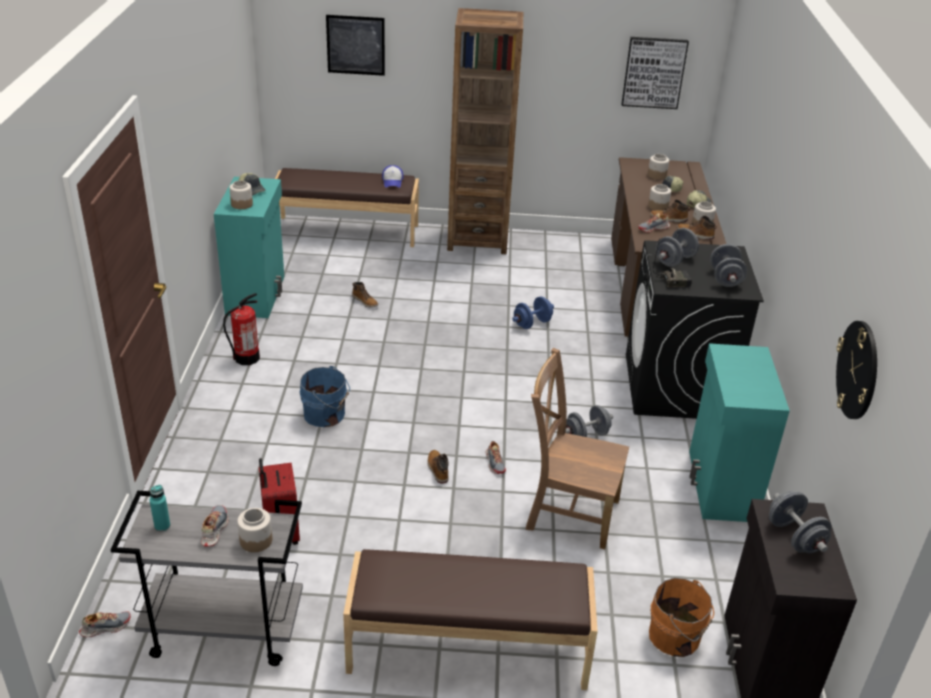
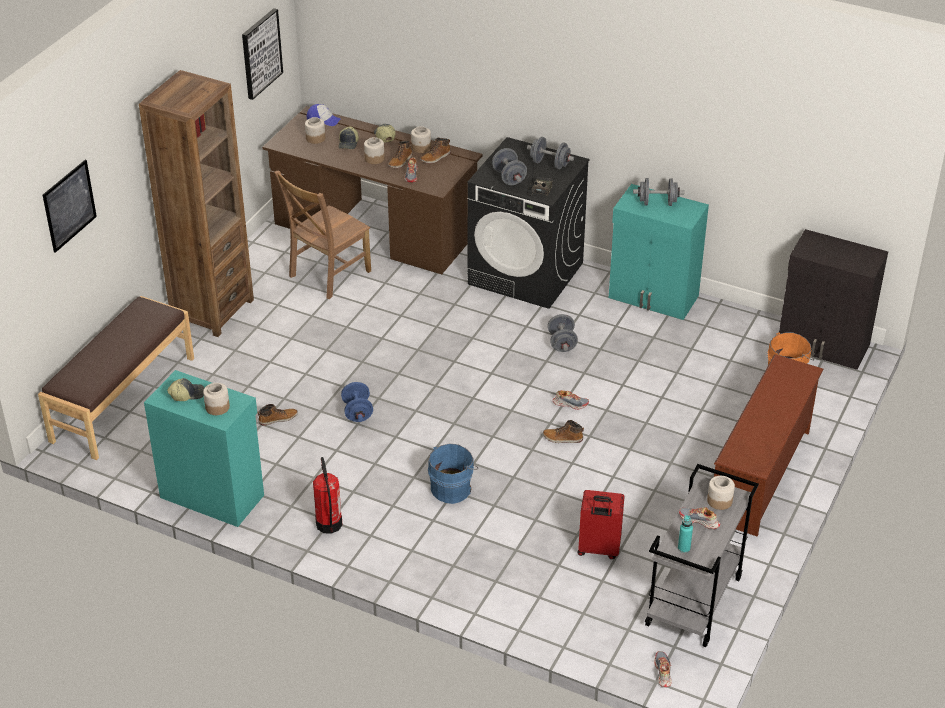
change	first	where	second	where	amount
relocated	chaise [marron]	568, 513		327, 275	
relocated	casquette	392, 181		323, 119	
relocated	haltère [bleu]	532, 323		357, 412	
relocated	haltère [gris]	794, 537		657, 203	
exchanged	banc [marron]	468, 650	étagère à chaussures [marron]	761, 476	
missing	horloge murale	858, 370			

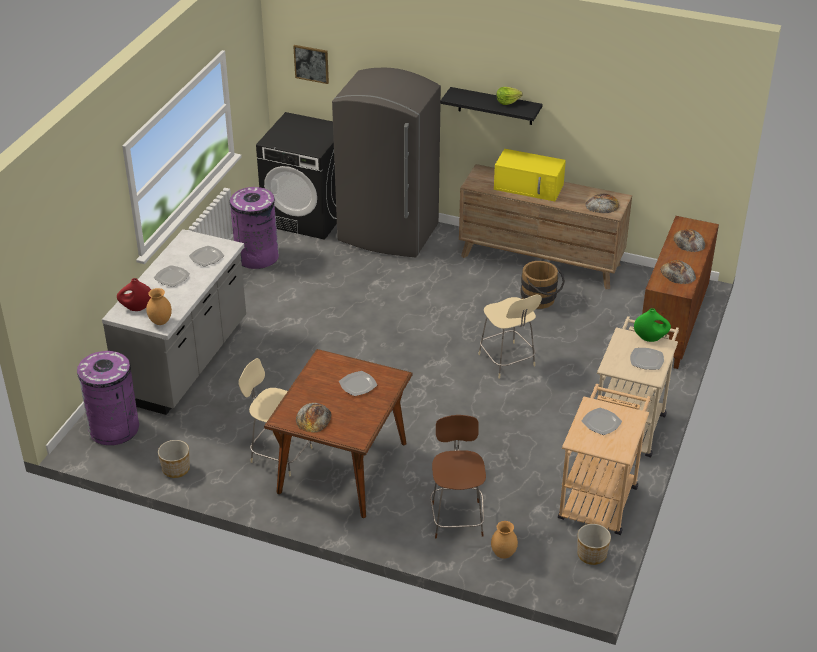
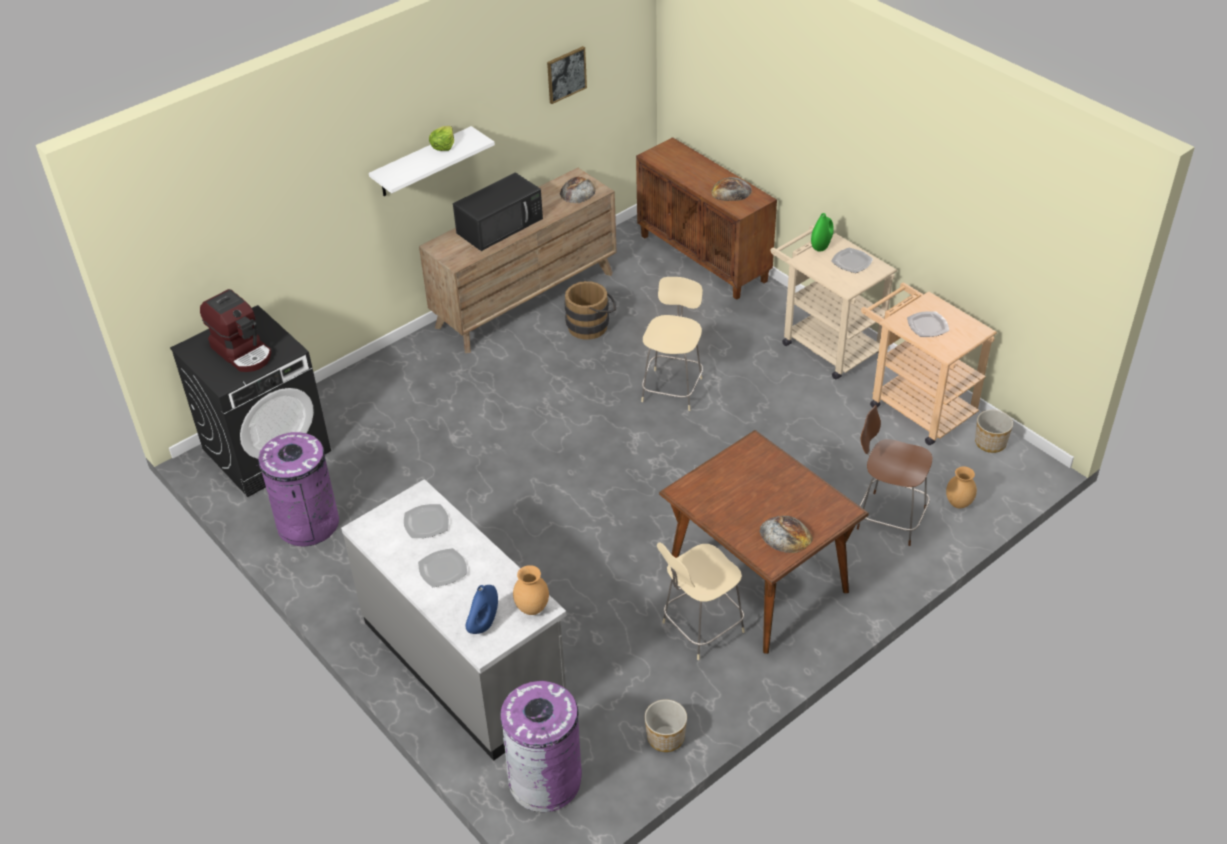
change	first	where	second	where	amount
appeared			machine à café	243, 351	
colour	étagère [noir]	495, 106	étagère [blanc]	422, 162	
colour	micro-ondes [jaune]	529, 187	micro-ondes [noir]	500, 225	
colour	vase [rouge]	136, 308	vase [bleu]	483, 624	
relocated	tableau	311, 63		566, 74	
spun	chaise [beige]	507, 361		672, 388	75 degrees counterclockwise
missing	réfrigérateur [gris]	388, 234			
missing	assiette	358, 385			
missing	pain	689, 241			

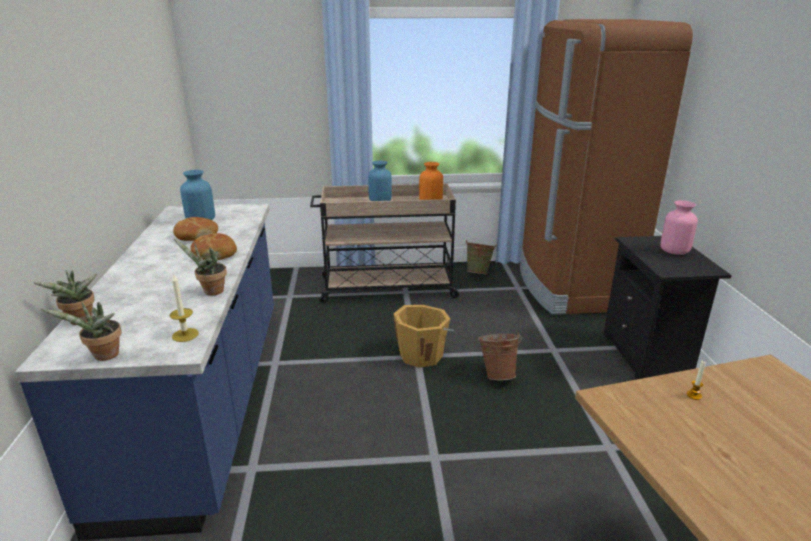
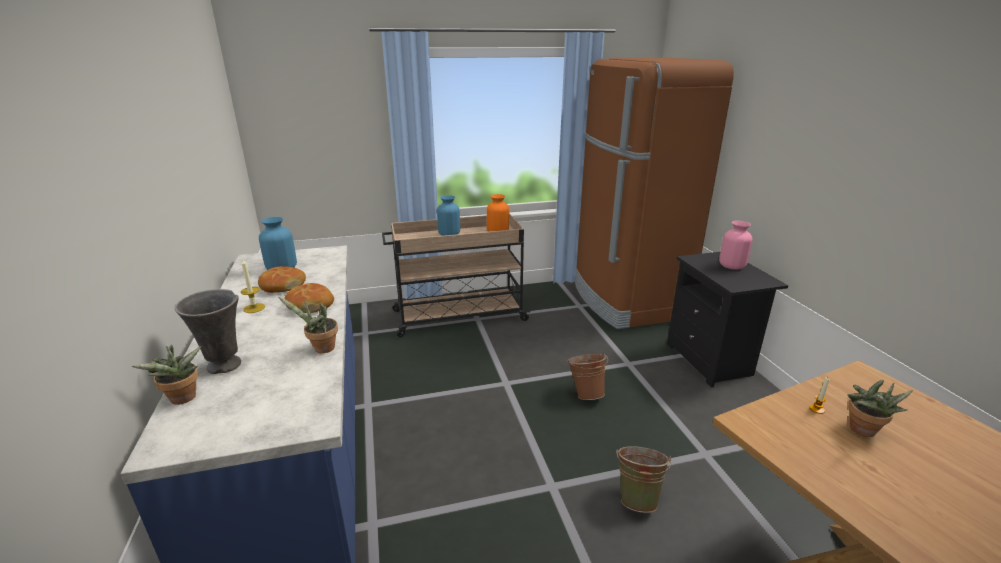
change	first	where	second	where	amount
appeared			vase [gris]	225, 366	
relocated	bougie	185, 335		254, 308	
relocated	seau [vert]	478, 273		638, 497	
relocated	plante en pot	103, 356		863, 432	
missing	seau [orange]	421, 354			

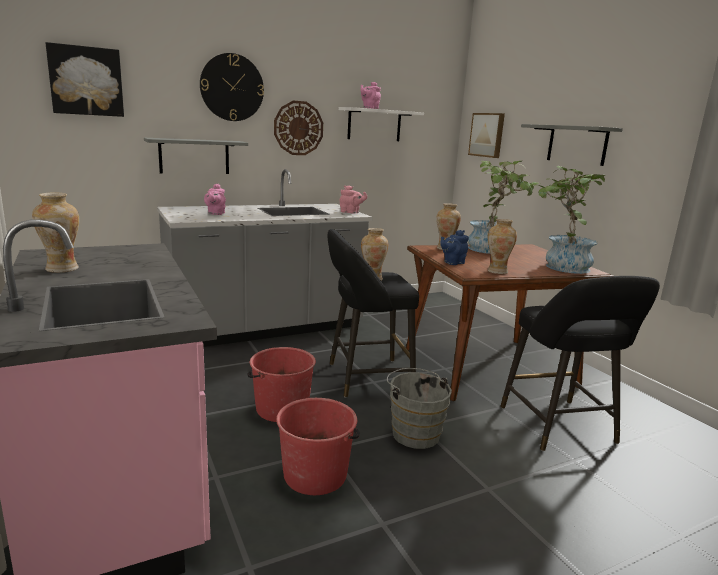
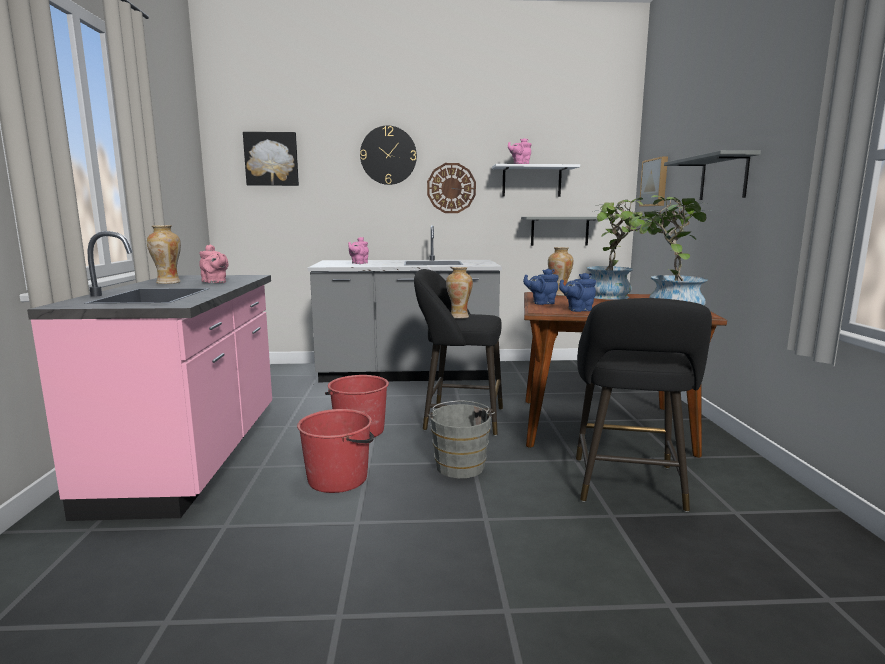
change	first	where	second	where	amount
relocated	théière [rose]	351, 212		215, 282	
relocated	étagère [gris]	194, 156		559, 231	
exchanged	vase	497, 271	théière [bleu]	578, 310	

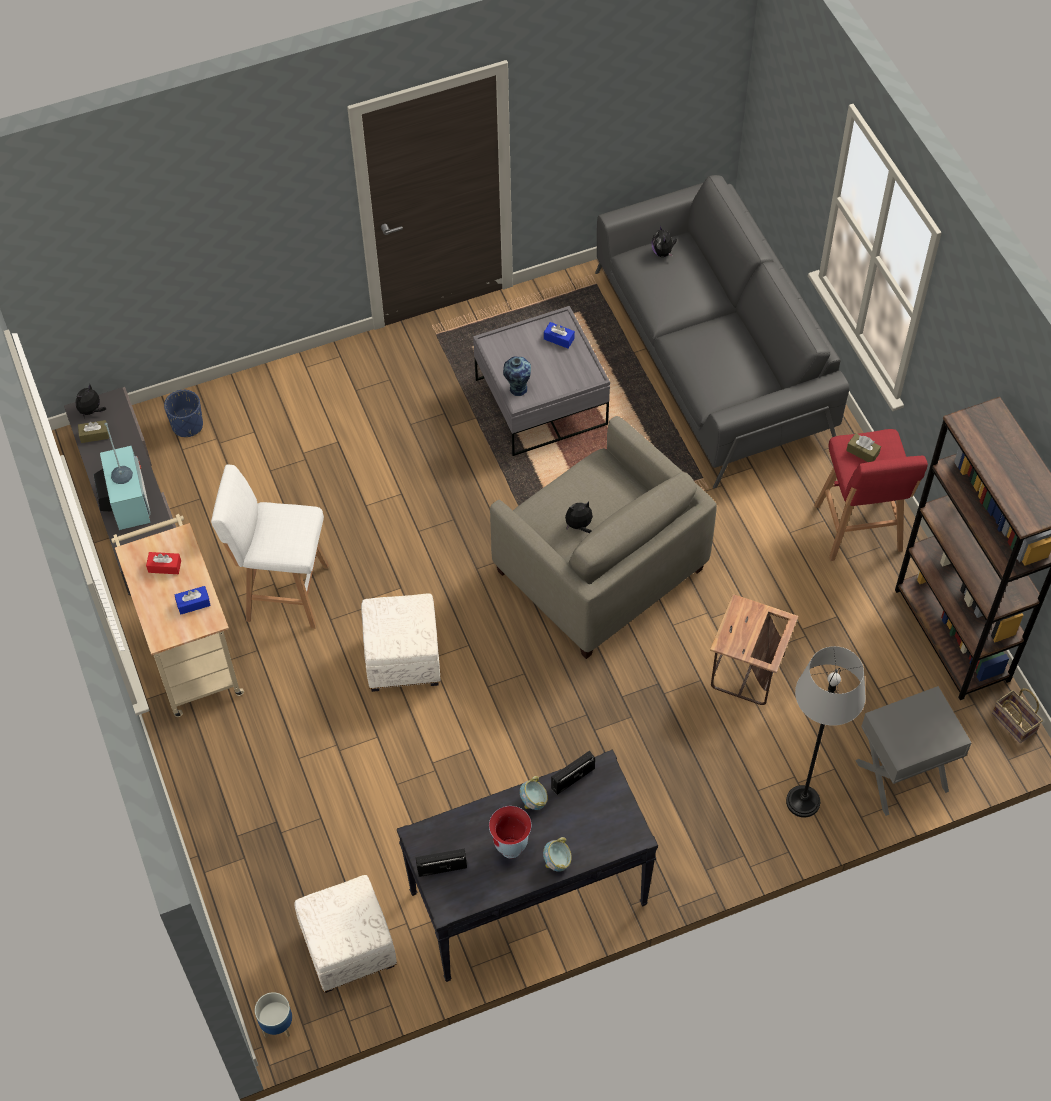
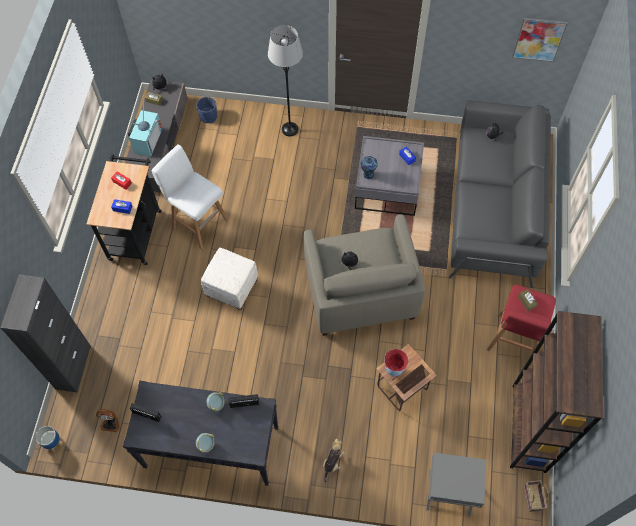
change	first	where	second	where	amount
appeared			meuble de rangement [noir]	73, 367	
colour	chariot [beige]	189, 652	chariot [noir]	136, 231	
exchanged	pouf [blanc]	349, 948	ventilateur	111, 423	
relocated	lampadaire [gris]	803, 802		290, 129	
appeared			peluche	332, 462	
relocated	vase	511, 848		394, 371	
appeared			tableau	539, 39	

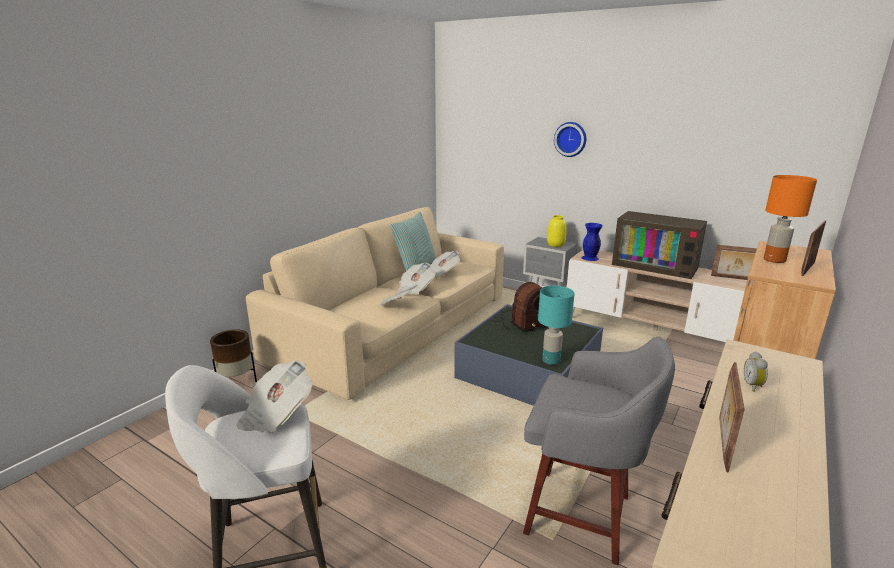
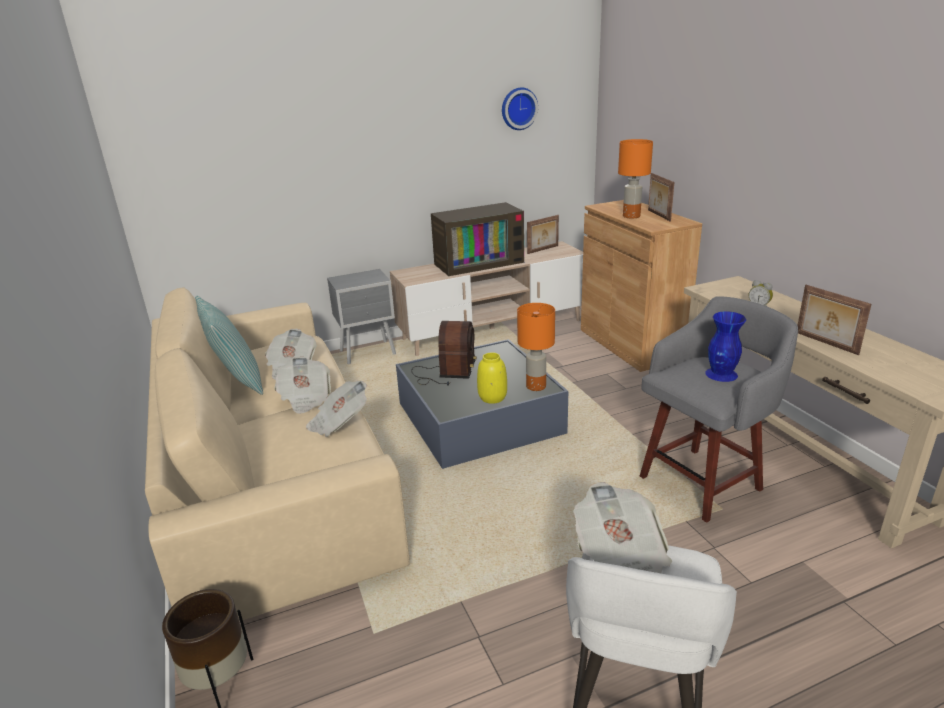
change	first	where	second	where	amount
relocated	vase [jaune]	555, 244		492, 398	
relocated	horloge murale	571, 139		518, 108	
colour	lampe de table [turquoise]	551, 360	lampe de table [orange]	535, 386	
relocated	vase [bleu]	589, 258		721, 374	

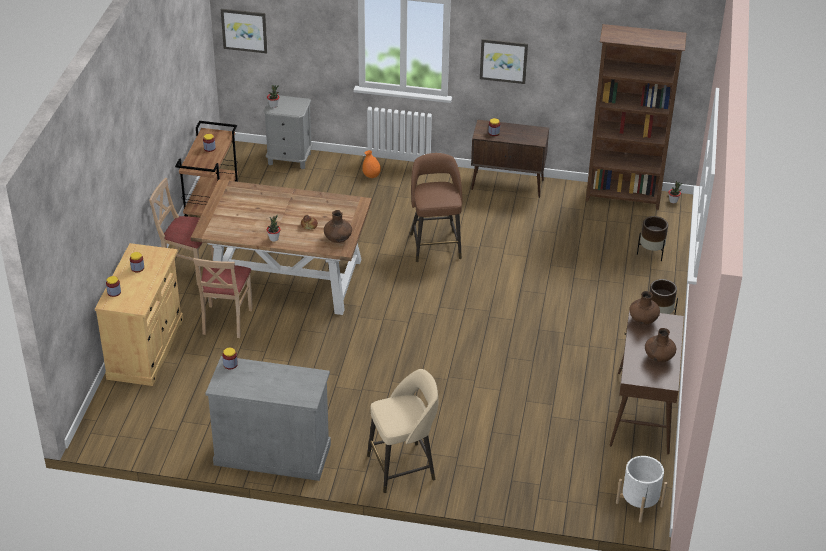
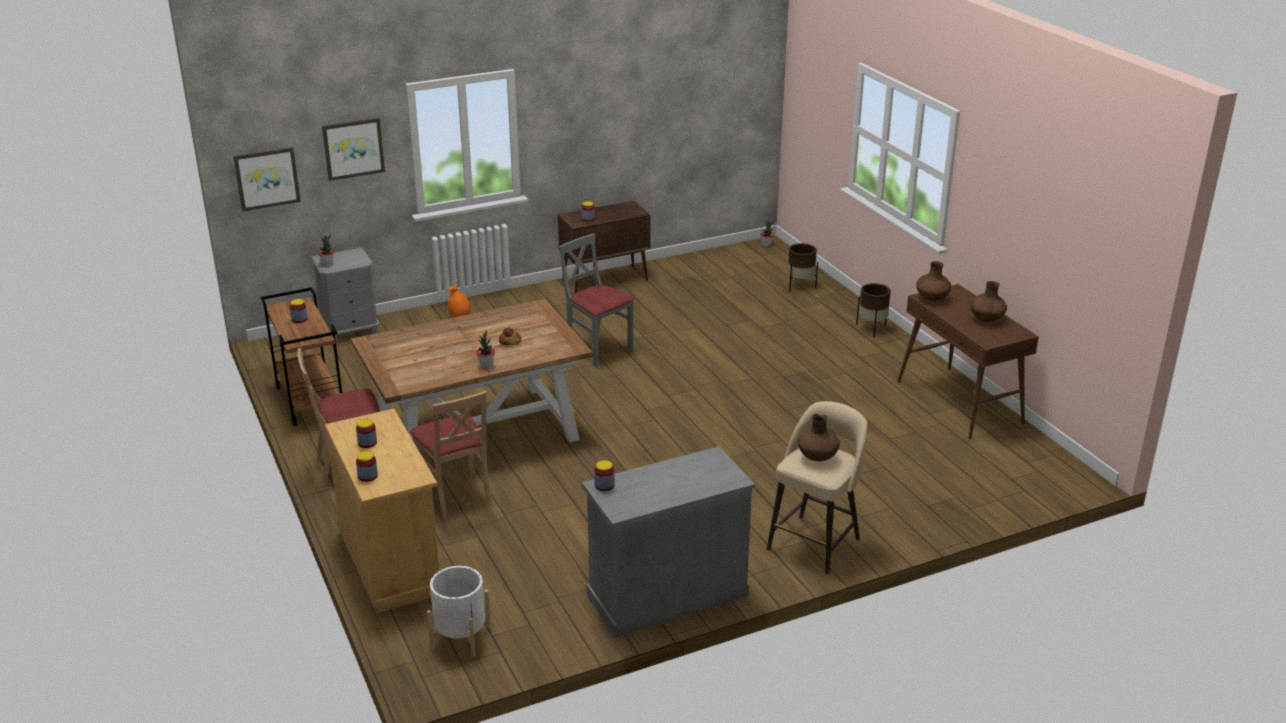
change	first	where	second	where	amount
relocated	tableau	503, 60		353, 148	
relocated	cache-pot [blanc]	639, 504		461, 637	
exchanged	tabouret [marron]	435, 245	chaise [gris]	598, 349	
relocated	vase [marron]	338, 239		817, 457	
missing	bibliothèque [marron]	623, 197			

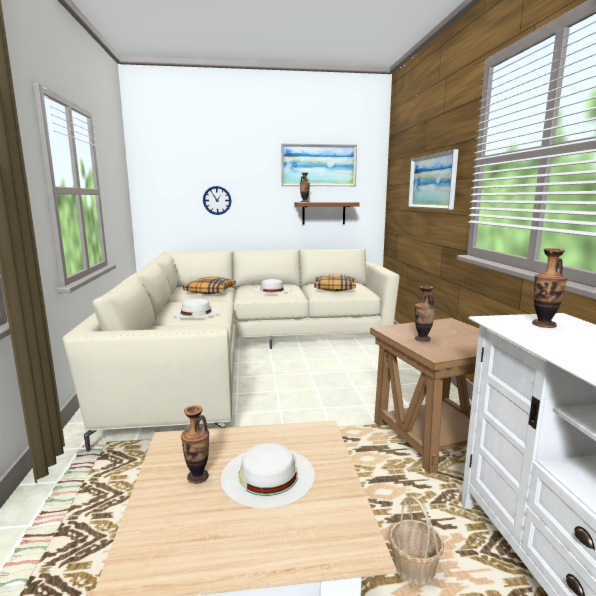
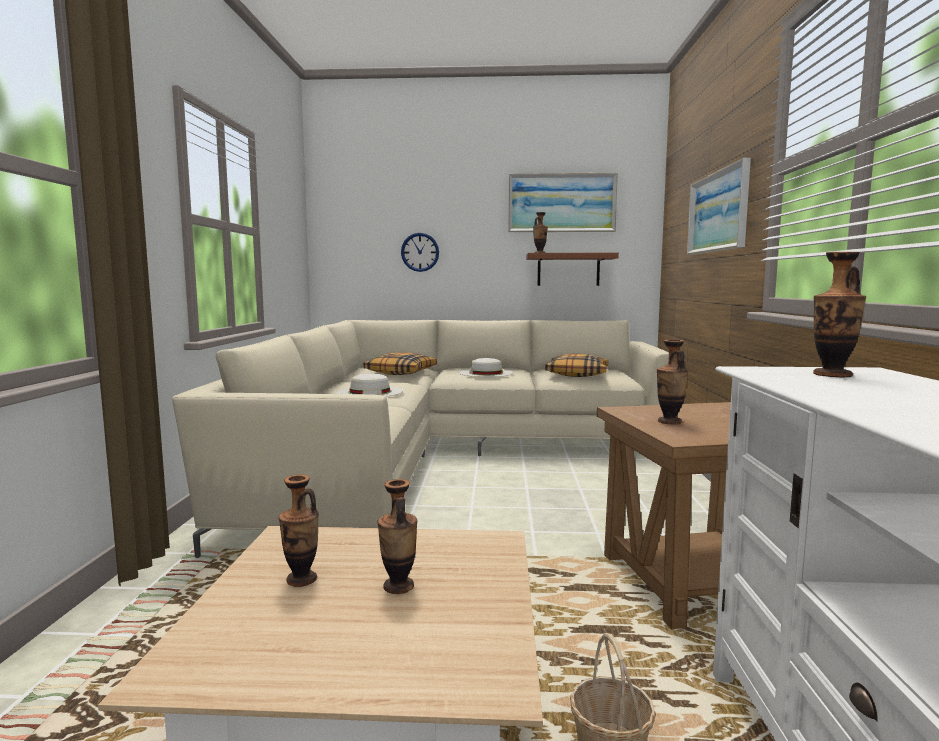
change	first	where	second	where	amount
exchanged	chapeau [blanc]	268, 475	vase	398, 586	

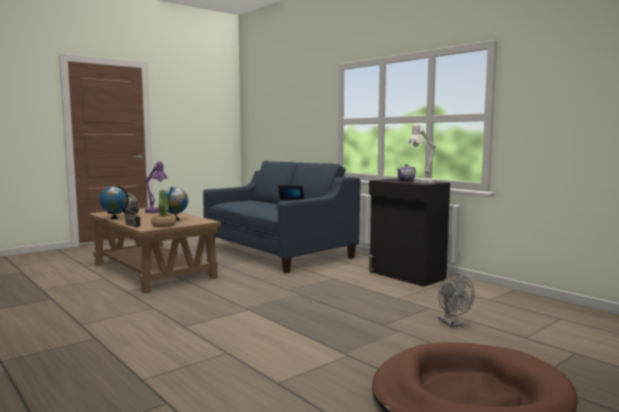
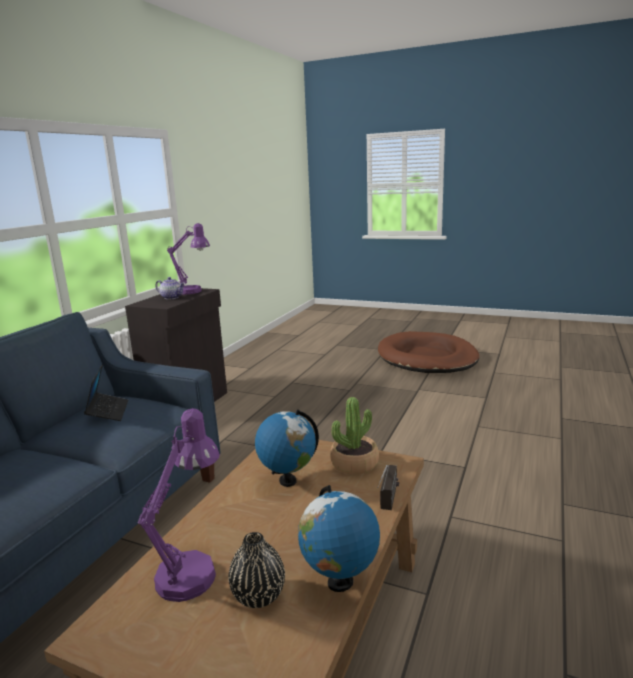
change	first	where	second	where	amount
colour	lampe de table [blanc]	421, 183	lampe de table [violet]	194, 292	
missing	ventilateur [gris]	452, 324			

